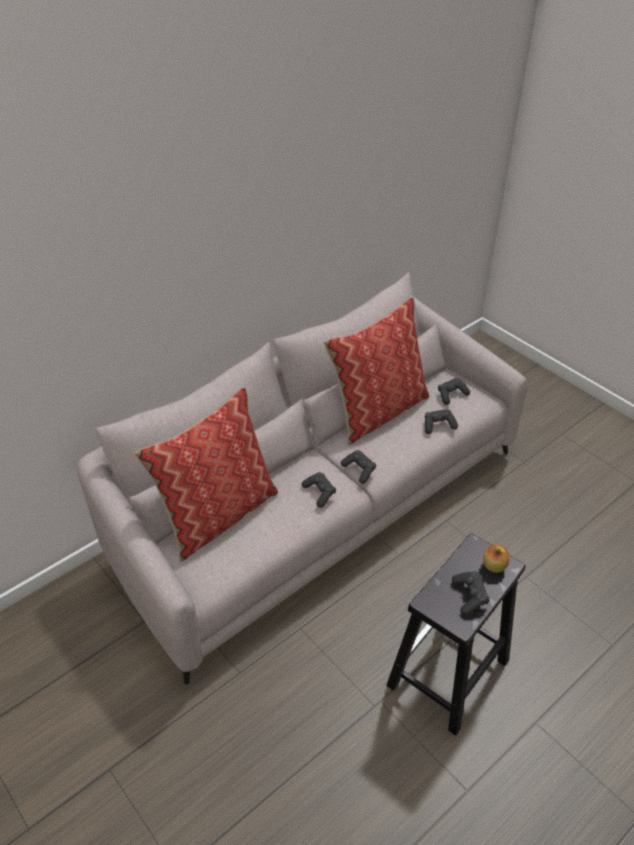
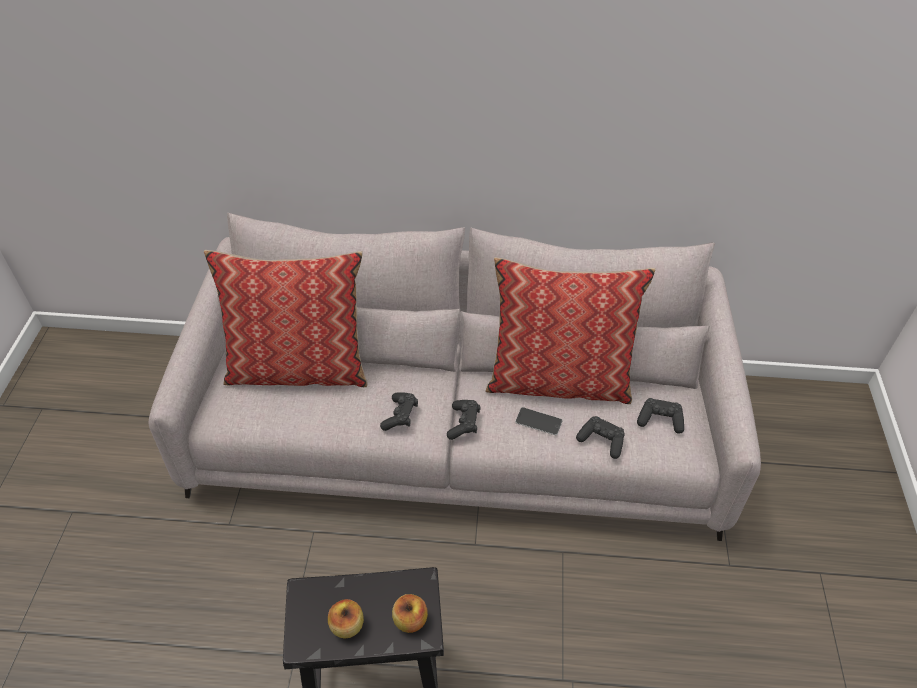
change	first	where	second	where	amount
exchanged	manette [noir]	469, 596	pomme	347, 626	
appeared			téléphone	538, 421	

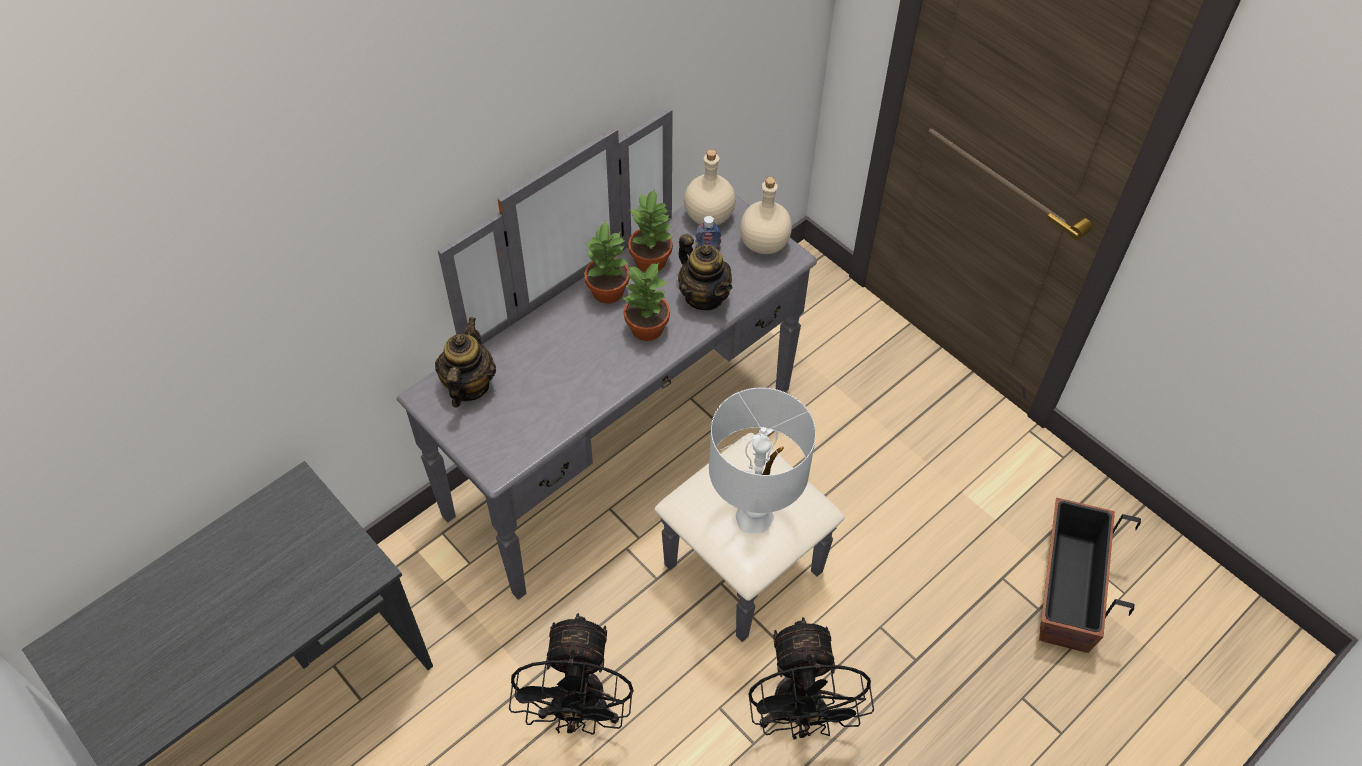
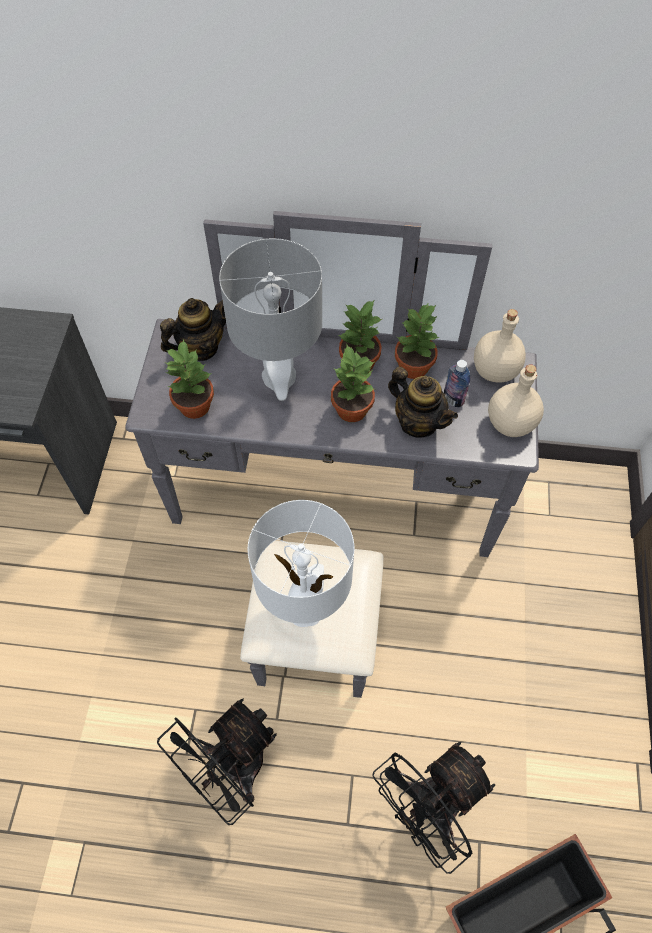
change	first	where	second	where	amount
appeared			plante en pot	194, 405	
appeared			lampe de table [gris]	279, 378	
relocated	ventilateur [noir]	579, 711		427, 809	
spun	théière	704, 296		418, 422	60 degrees counterclockwise

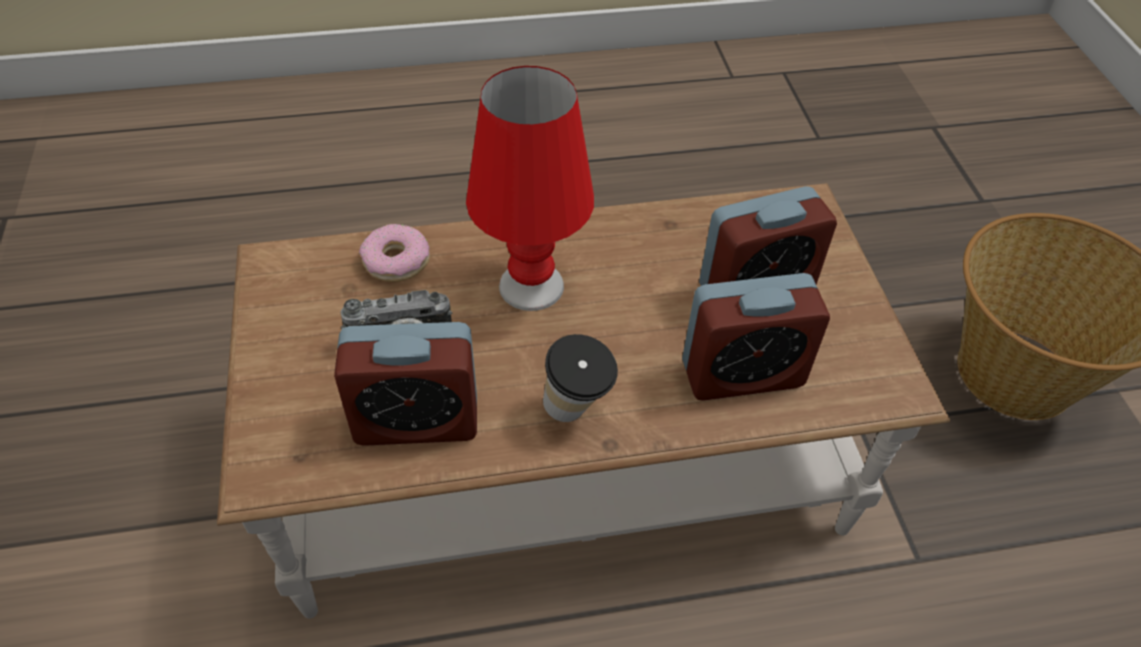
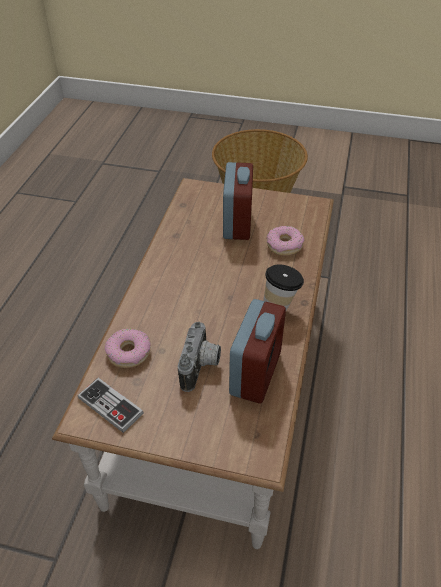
change	first	where	second	where	amount
appeared			manette	110, 406	
exchanged	réveil	742, 374	beignet	284, 245	
missing	lampe de table [rouge]	531, 286			

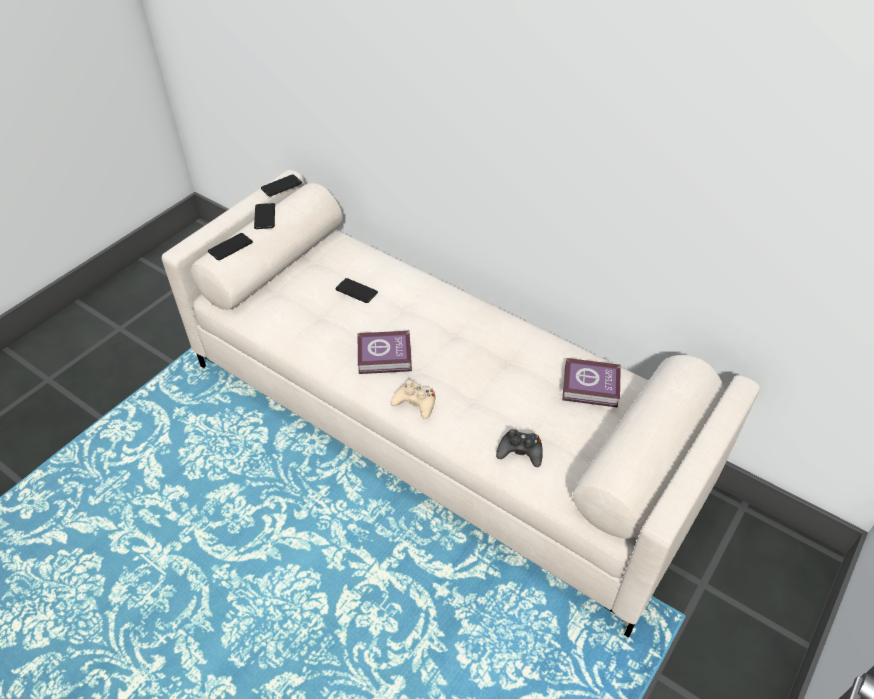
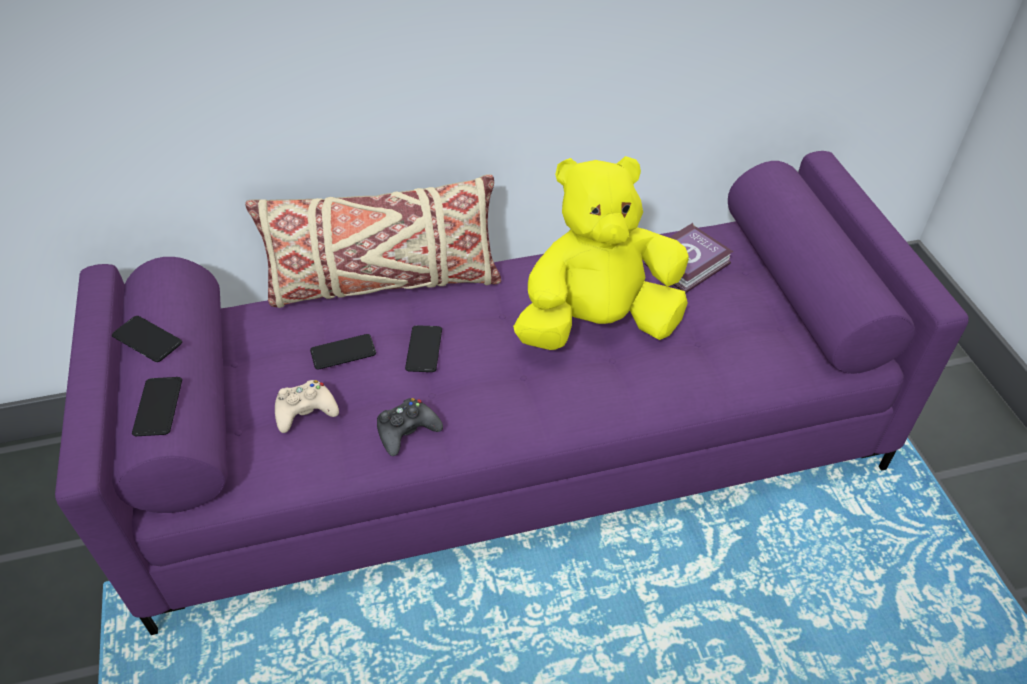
change	first	where	second	where	amount
colour	canapé [blanc]	439, 427	canapé [violet]	515, 446	
appeared			coussin [beige]	384, 284	
relocated	manette [beige]	415, 403		305, 411	
relocated	manette [noir]	520, 452		407, 431	
relocated	téléphone	281, 186		424, 349	
appeared			peluche [jaune]	598, 324	
missing	livre	386, 357			

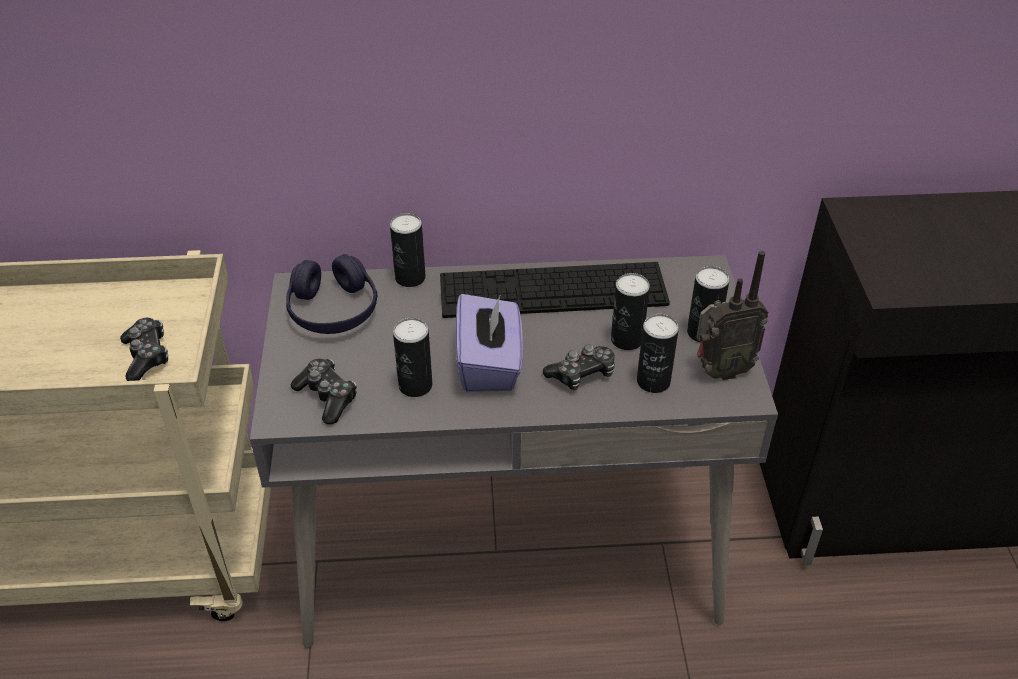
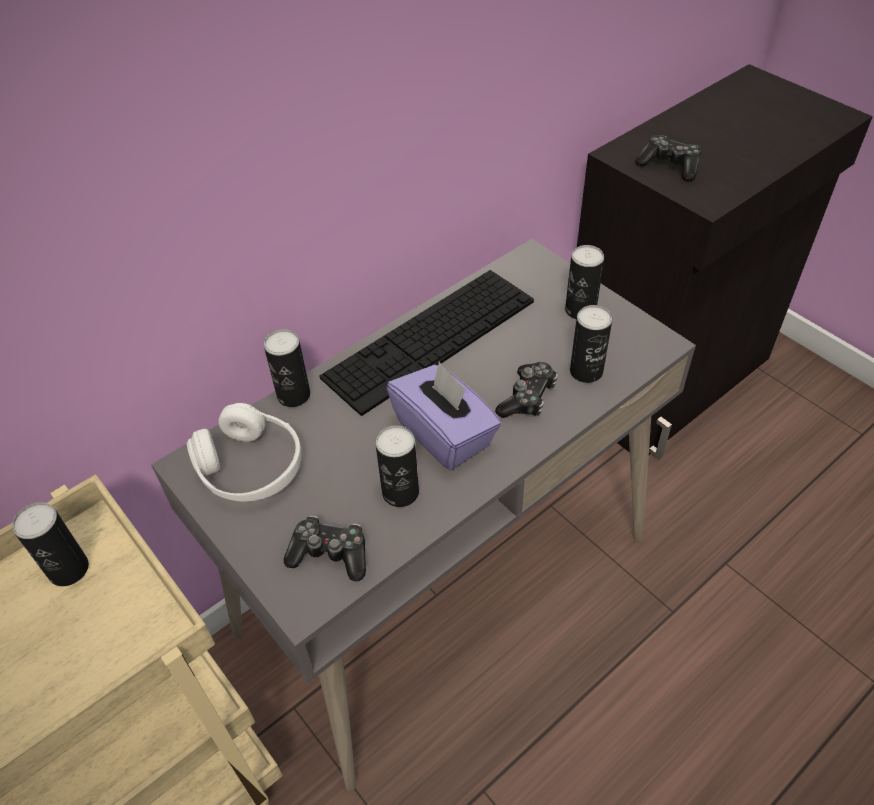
change	first	where	second	where	amount
relocated	boîte métallique	626, 339		68, 569	
colour	casque audio [violet]	333, 310	casque audio [blanc]	250, 467	
relocated	manette	146, 356		669, 165	
missing	radio	720, 370			

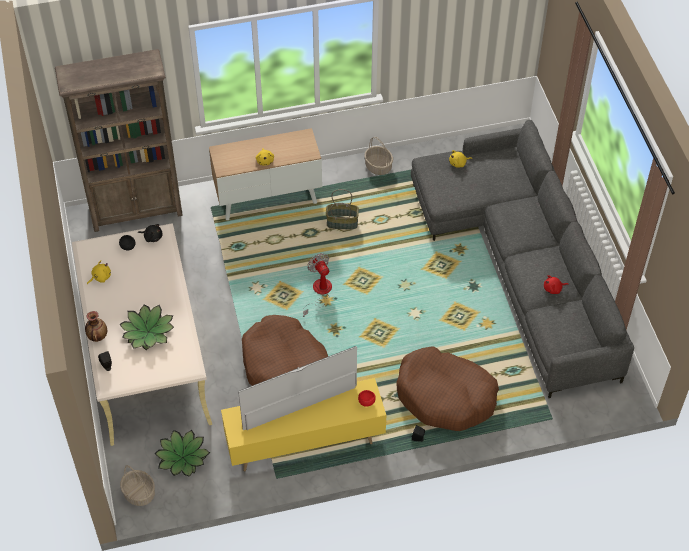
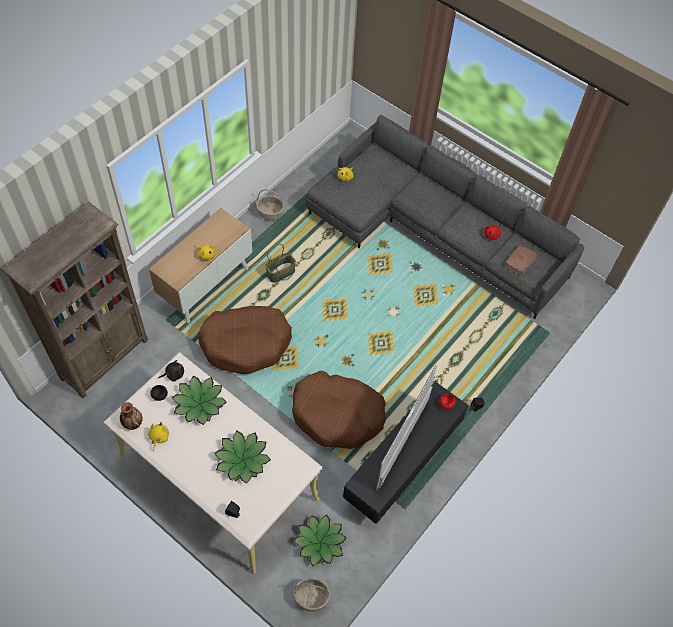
change	first	where	second	where	amount
relocated	vase	97, 336		132, 423	
appeared			plante en pot	199, 403	
relocated	panier pour chien [marron]	445, 396		246, 343	
colour	meuble télé [jaune]	304, 443	meuble télé [noir]	401, 466	
appeared			livre [marron]	520, 260	
missing	ventilateur	319, 292			

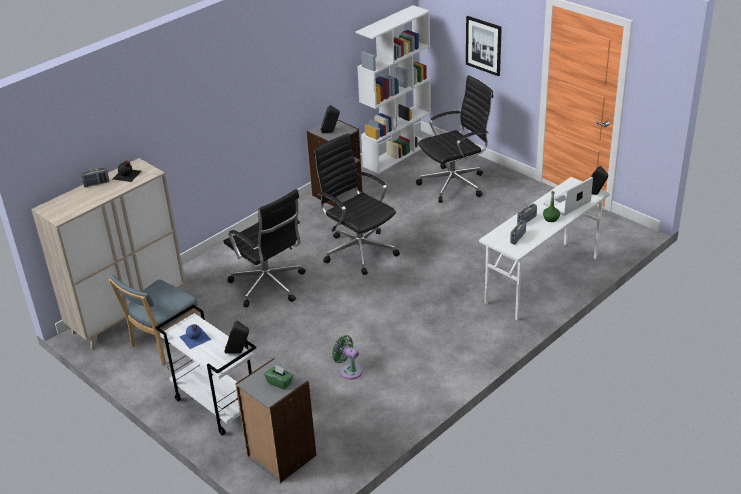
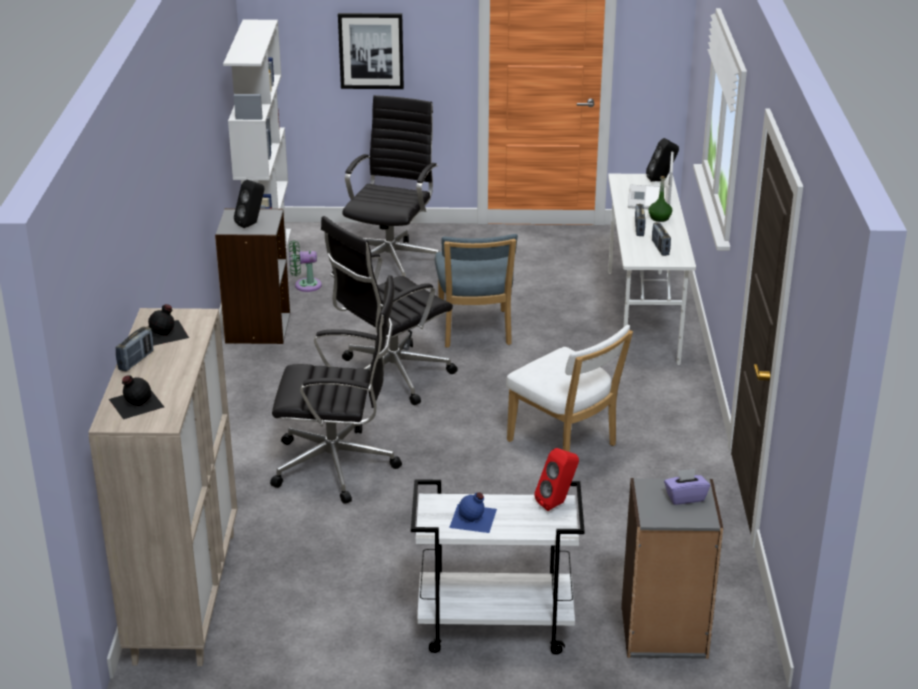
change	first	where	second	where	amount
appeared			bouteille [noir]	135, 403	
relocated	ventilateur [vert]	349, 370		305, 285	
spun	chaise de bureau [noir]	358, 250		390, 376	45 degrees counterclockwise
relocated	chaise [bleu]	163, 343		475, 331	
appeared			chaise [blanc]	565, 445	
colour	enceinte [noir]	239, 352	enceinte [rouge]	557, 503	
colour	boîte à mouchoirs [vert]	280, 382	boîte à mouchoirs [violet]	685, 497	

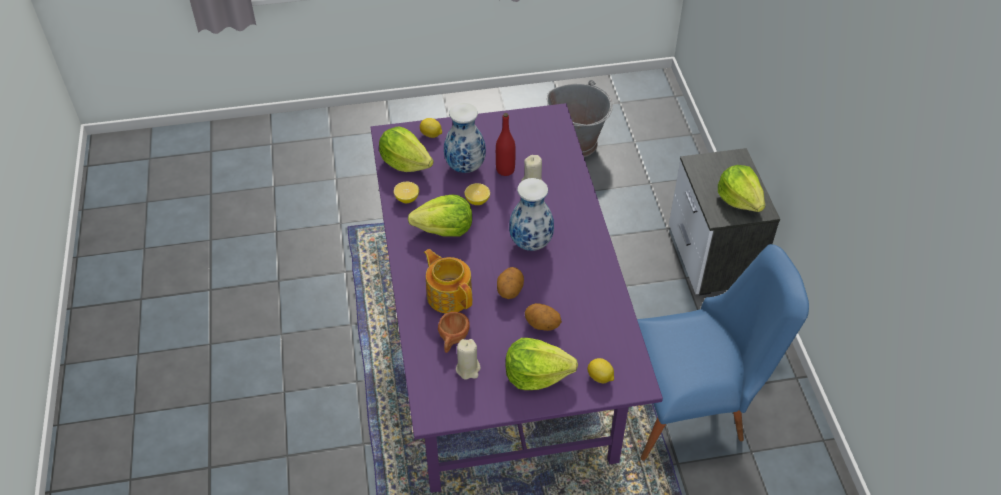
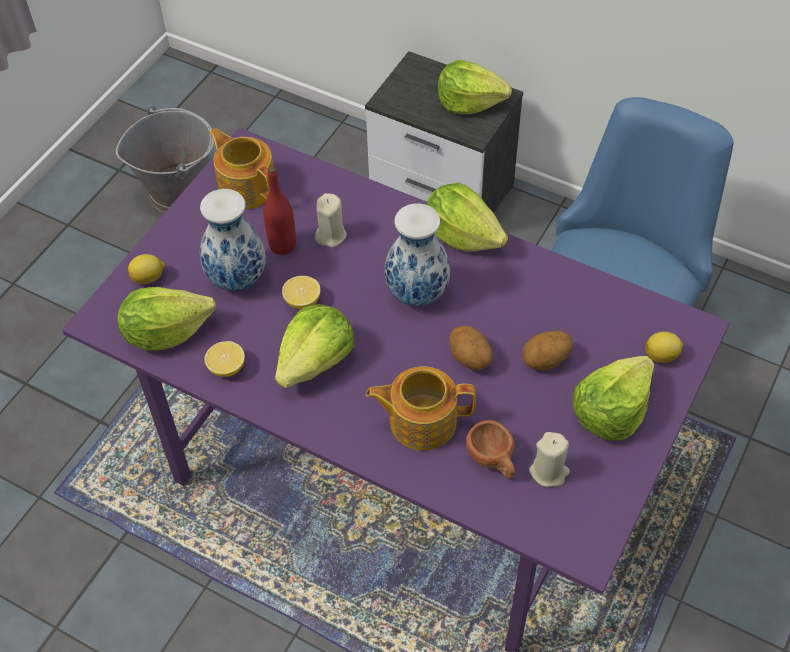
change	first	where	second	where	amount
appeared			théière	247, 186	
appeared			laitue	462, 235	

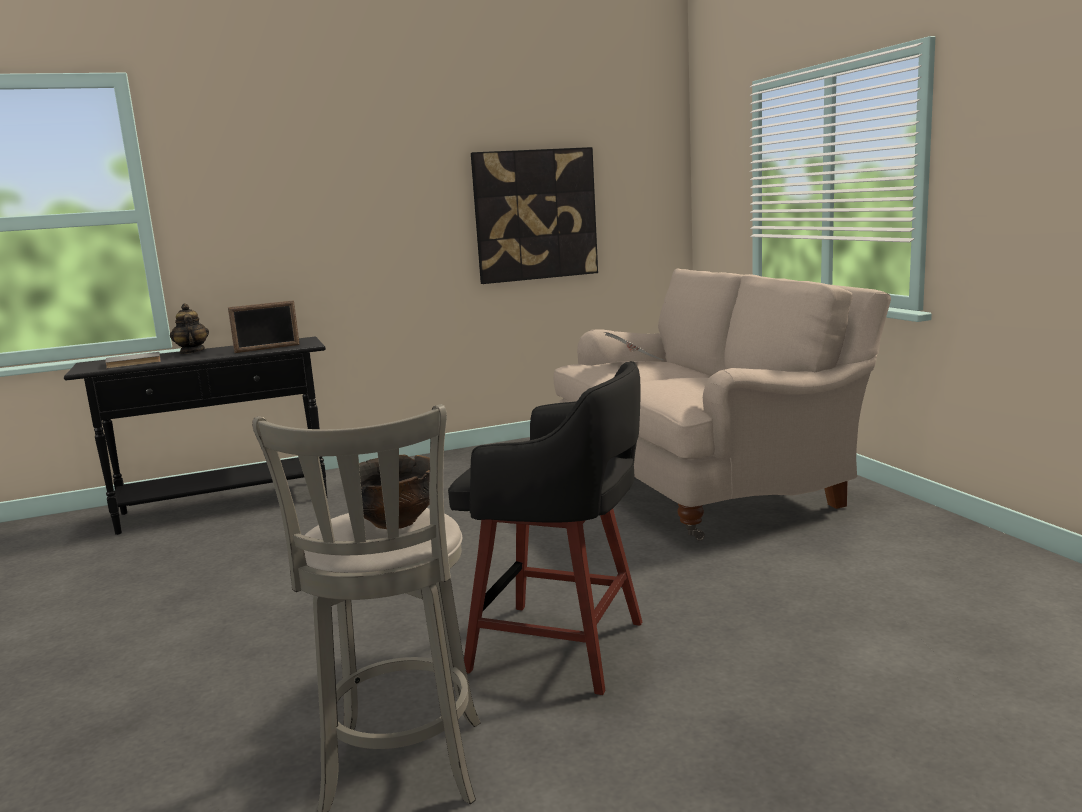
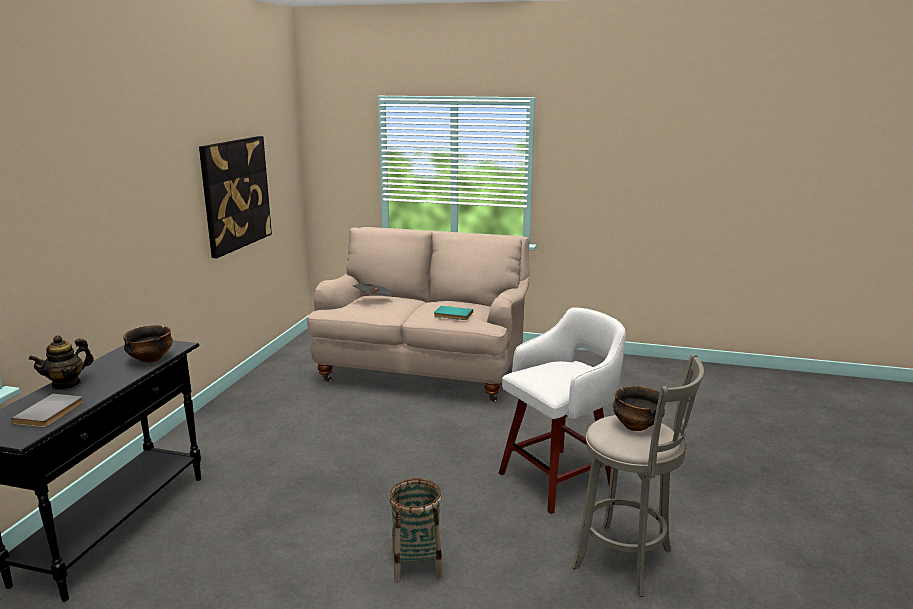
change	first	where	second	where	amount
spun	théière	192, 352		67, 384	60 degrees counterclockwise
exchanged	cadre photo	267, 348	bol	150, 359	
appeared			panier	417, 563	
appeared			livre [turquoise]	453, 315	
colour	tabouret [noir]	562, 647	tabouret [blanc]	559, 479	

